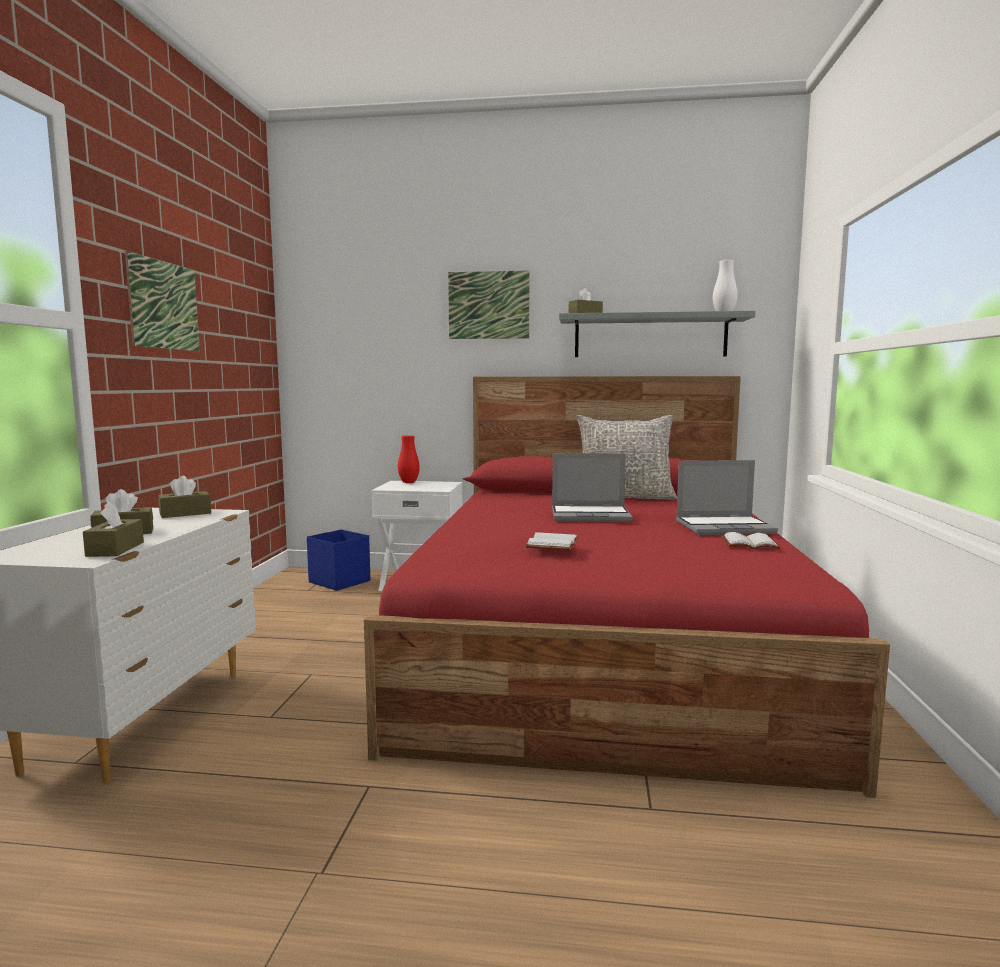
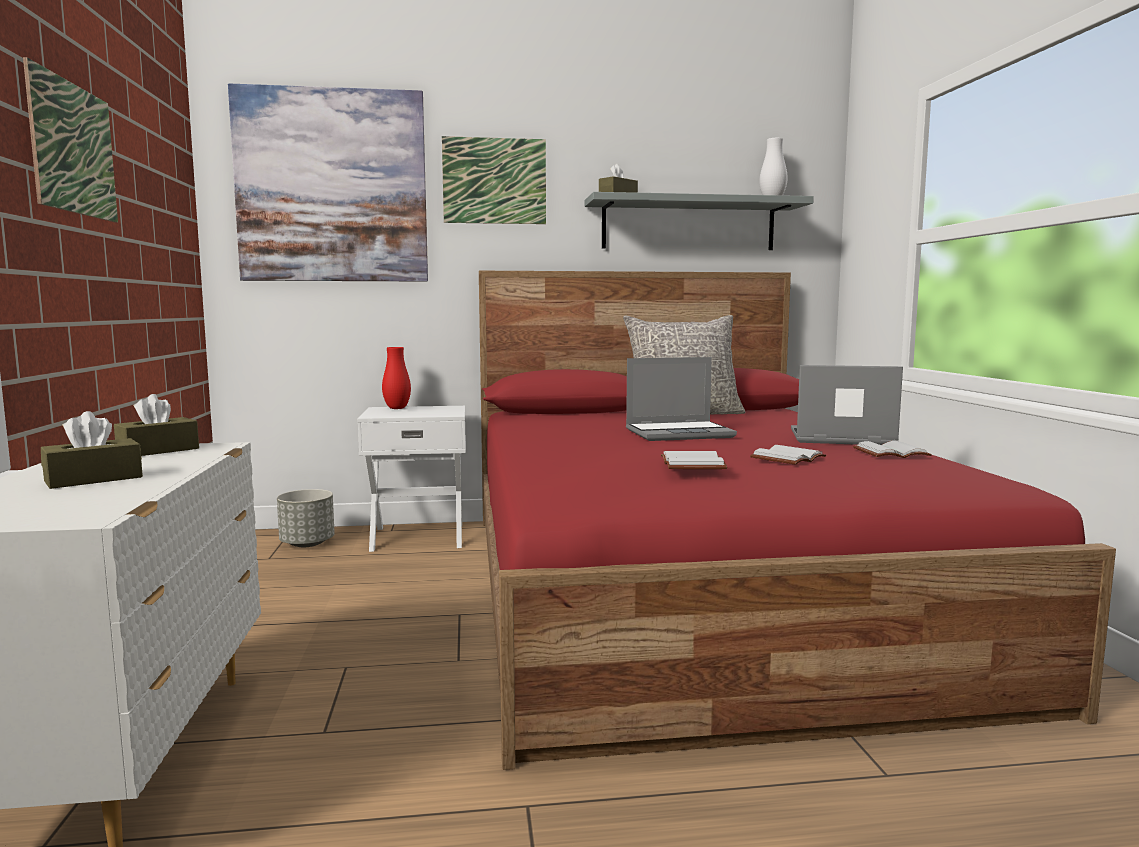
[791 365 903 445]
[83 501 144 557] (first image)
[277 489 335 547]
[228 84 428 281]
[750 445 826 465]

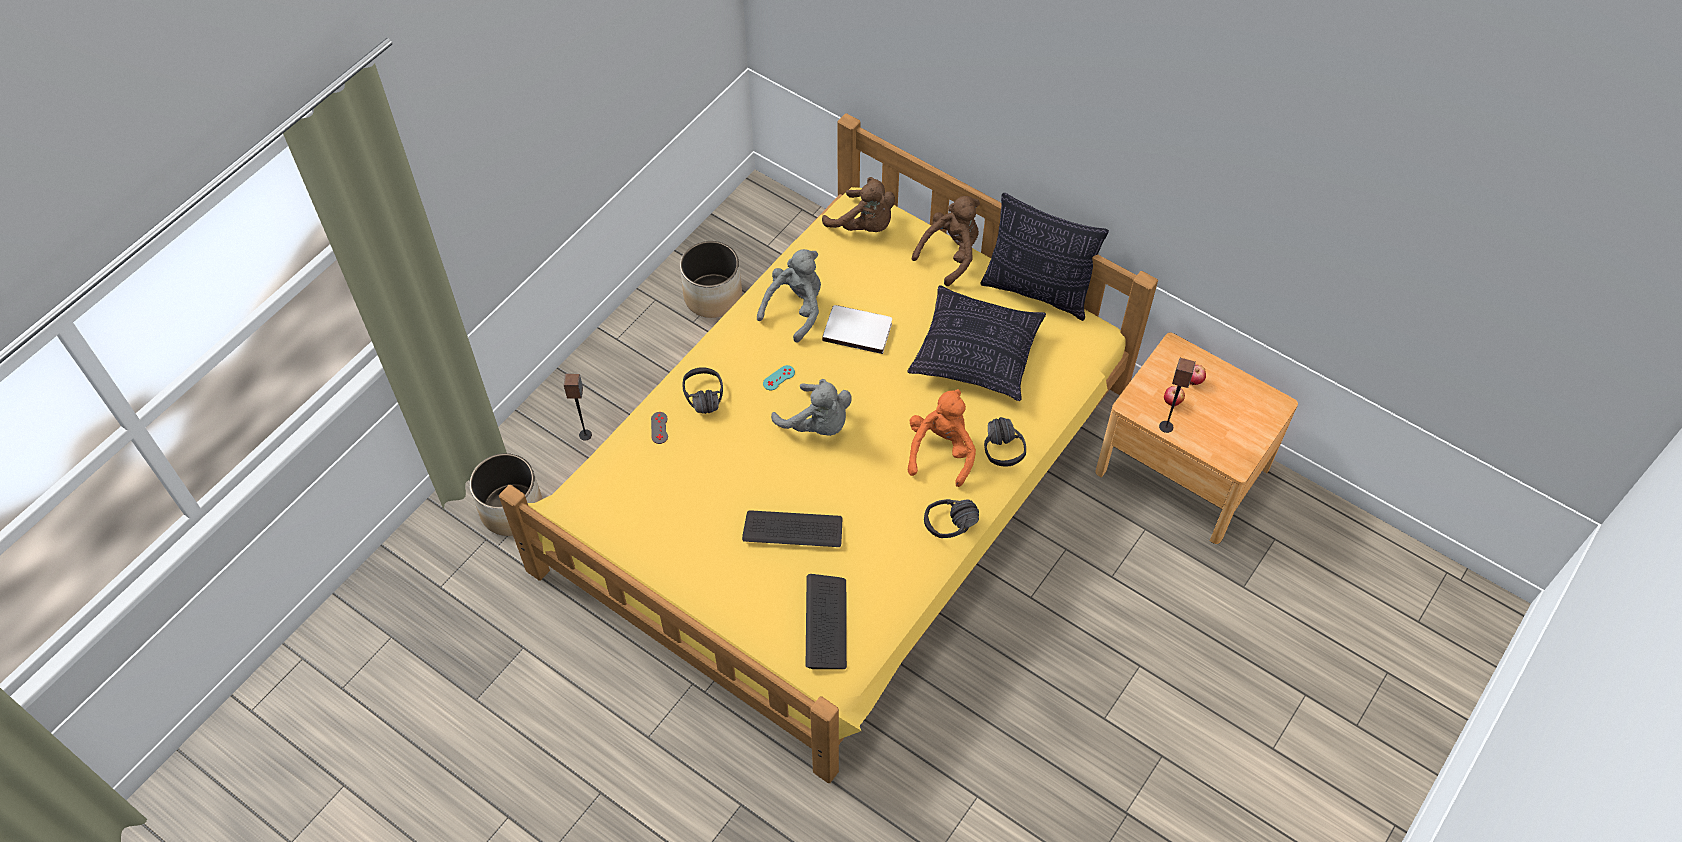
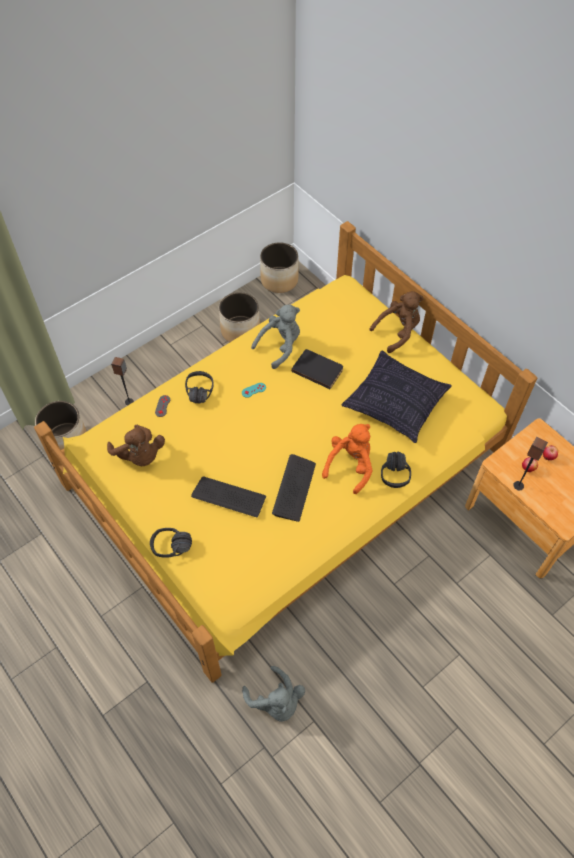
[107 425 165 466]
[980 193 1109 321] (first image)
[291 349 343 389]
[242 666 305 721]
[150 528 192 558]
[272 454 316 522]
[260 242 298 293]

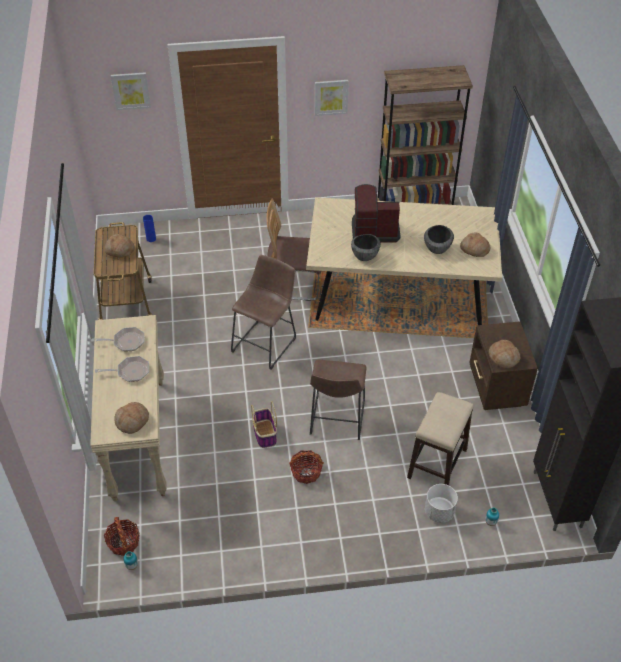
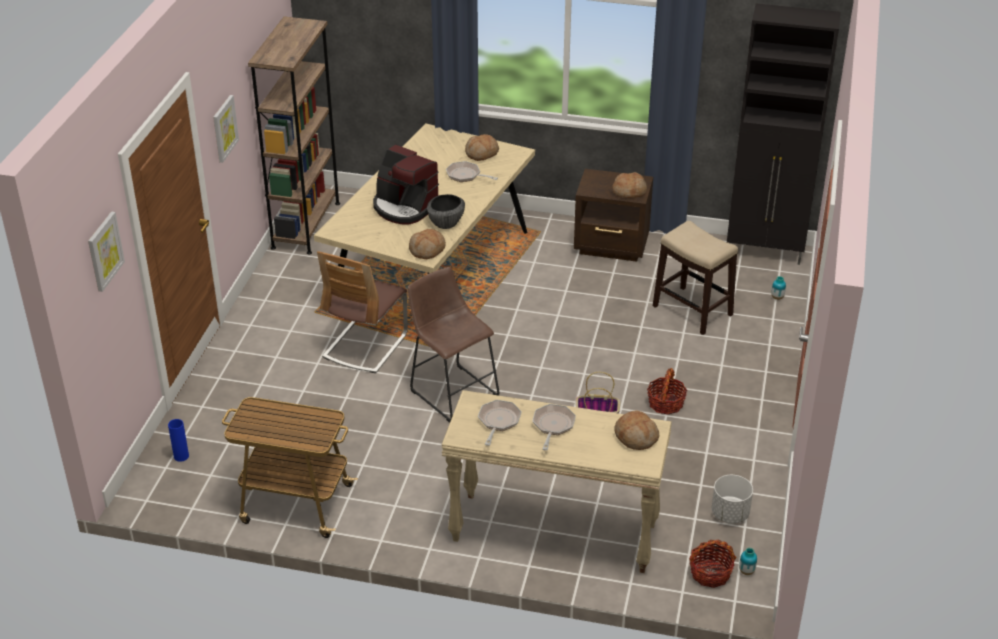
[373 145 439 224]
[446 161 498 182]
[409 229 446 259]
[310 360 367 440] (first image)
[712 475 753 524]

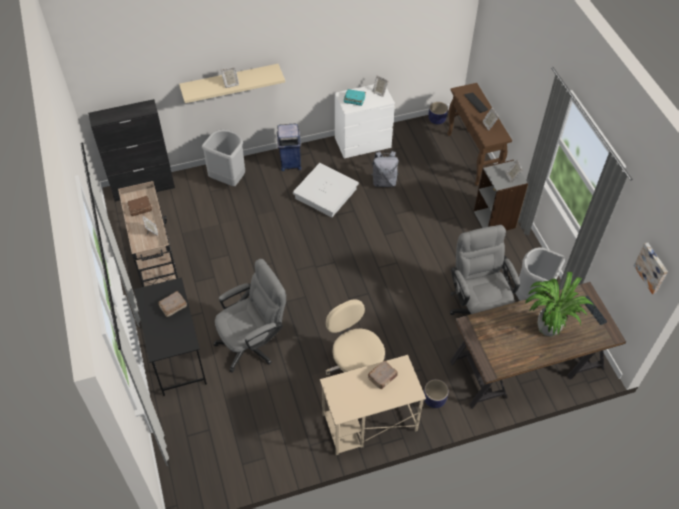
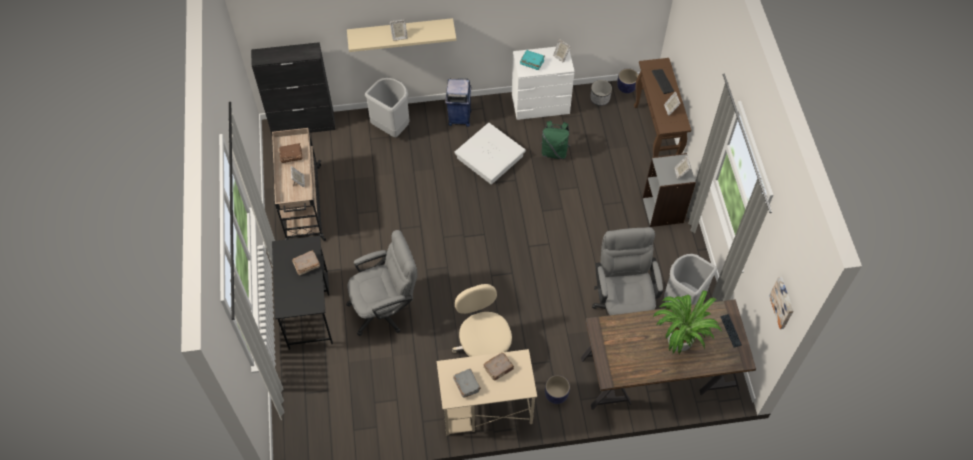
[540 121 570 159]
[590 80 612 106]
[453 369 481 398]

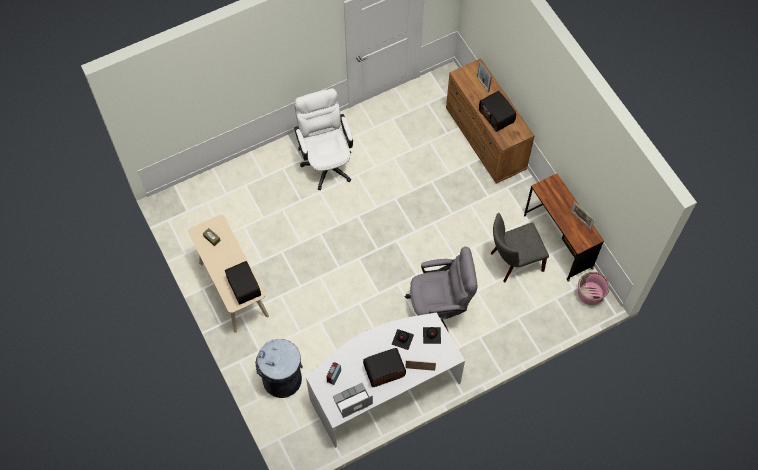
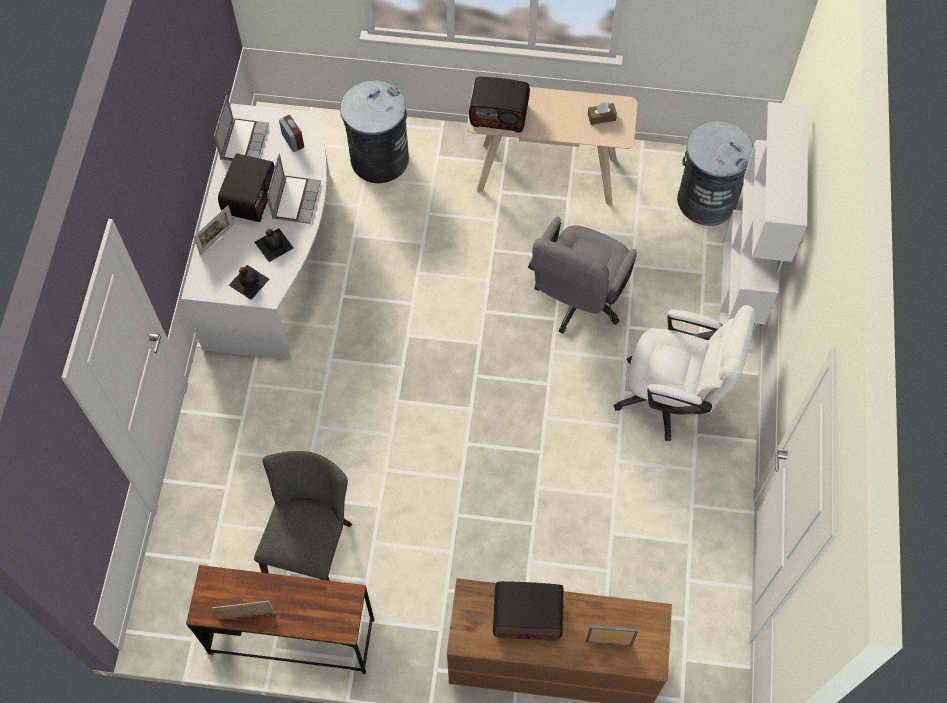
[528 217 637 334]
[578 272 610 305] (first image)
[720 102 808 351]
[677 121 753 226]
[267 153 321 224]

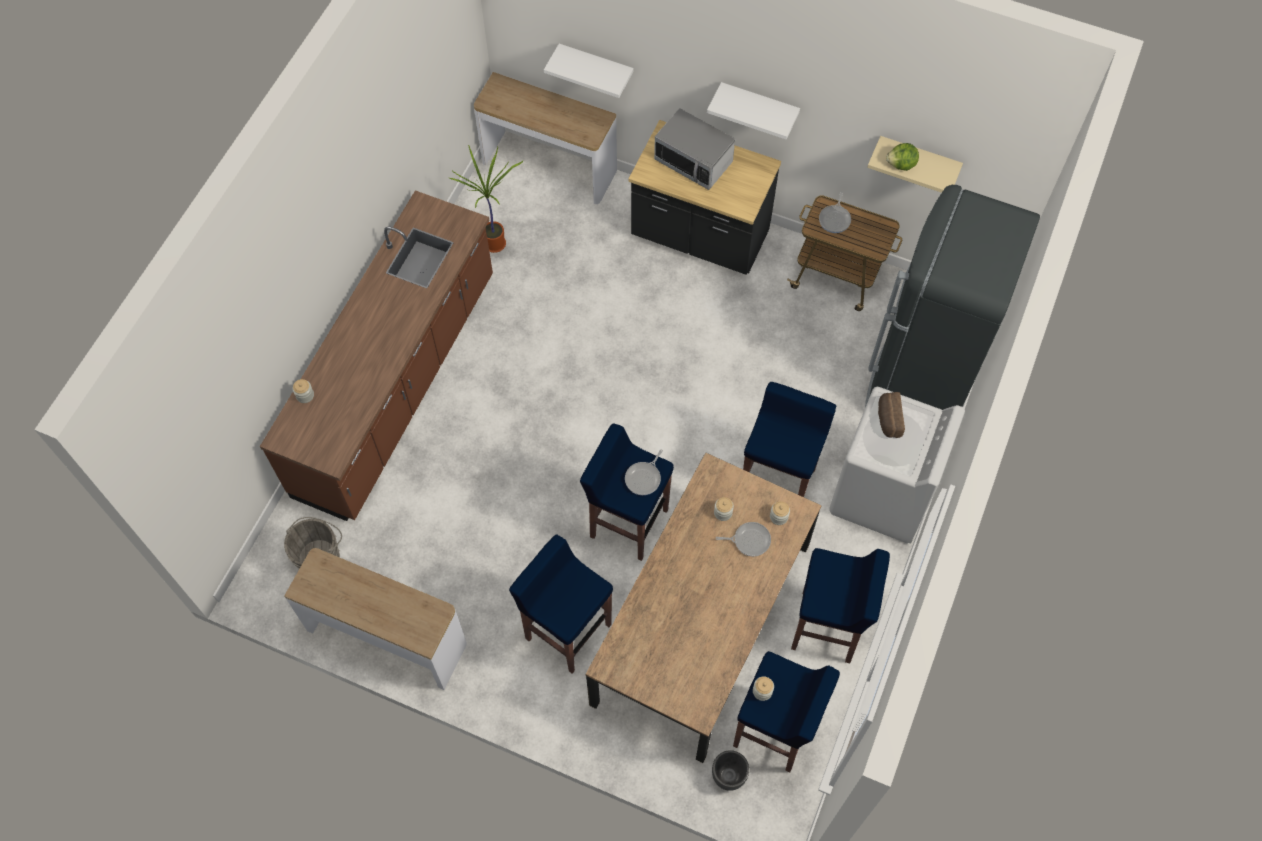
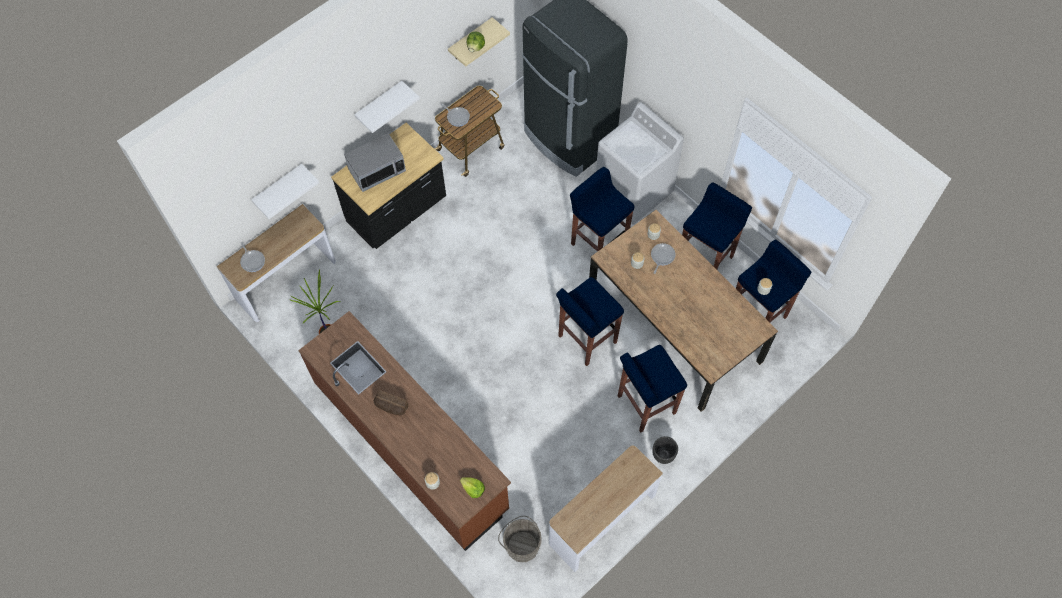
[374 390 408 415]
[240 242 265 272]
[653 436 678 464]
[460 477 485 498]

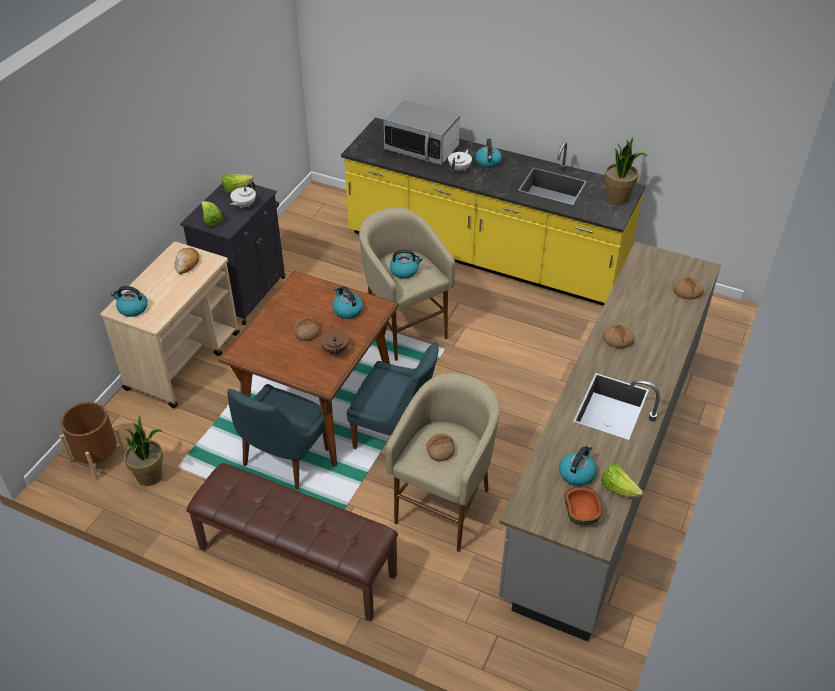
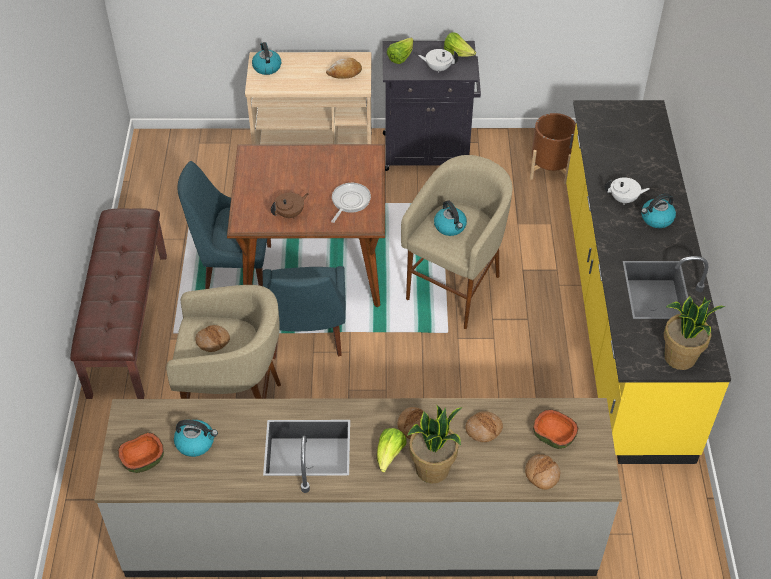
[384 100 460 165] (first image)
[331 183 371 223]
[465 411 503 442]
[530 113 576 184]
[408 405 462 483]
[377 428 407 473]
[533 409 578 449]

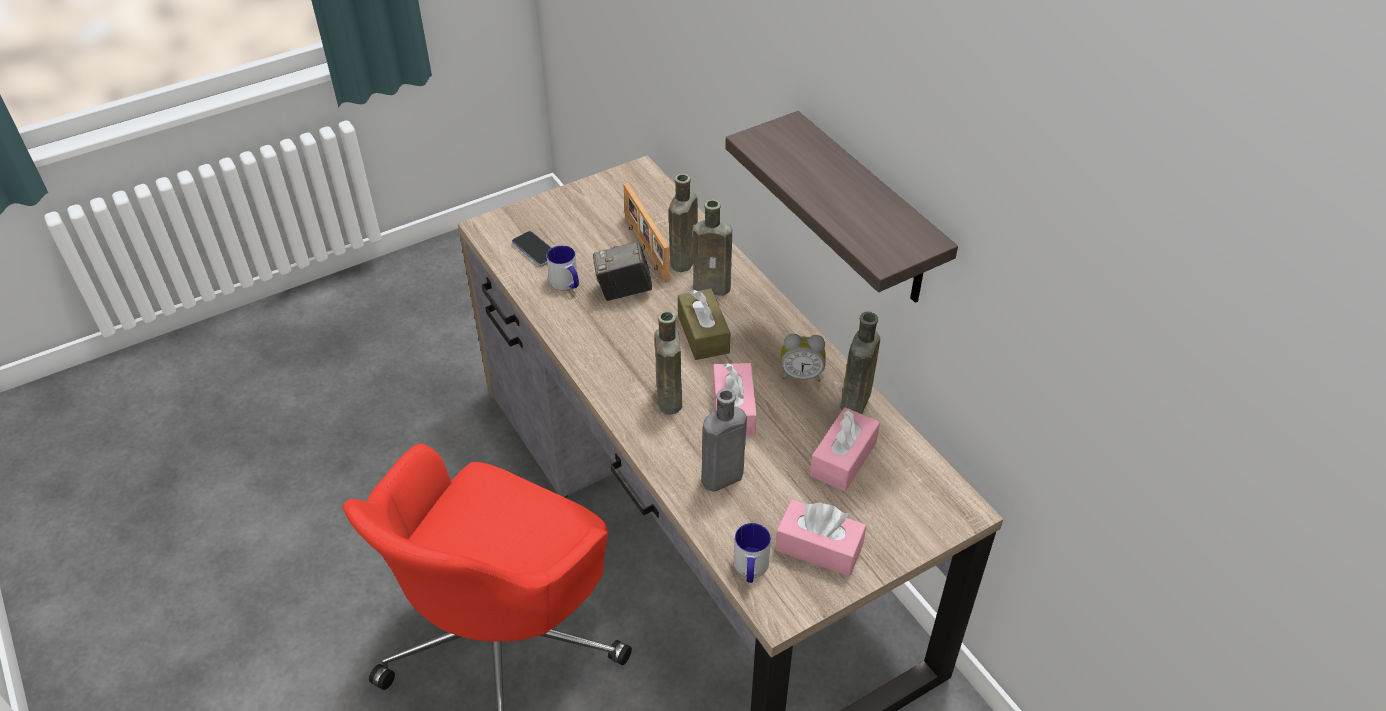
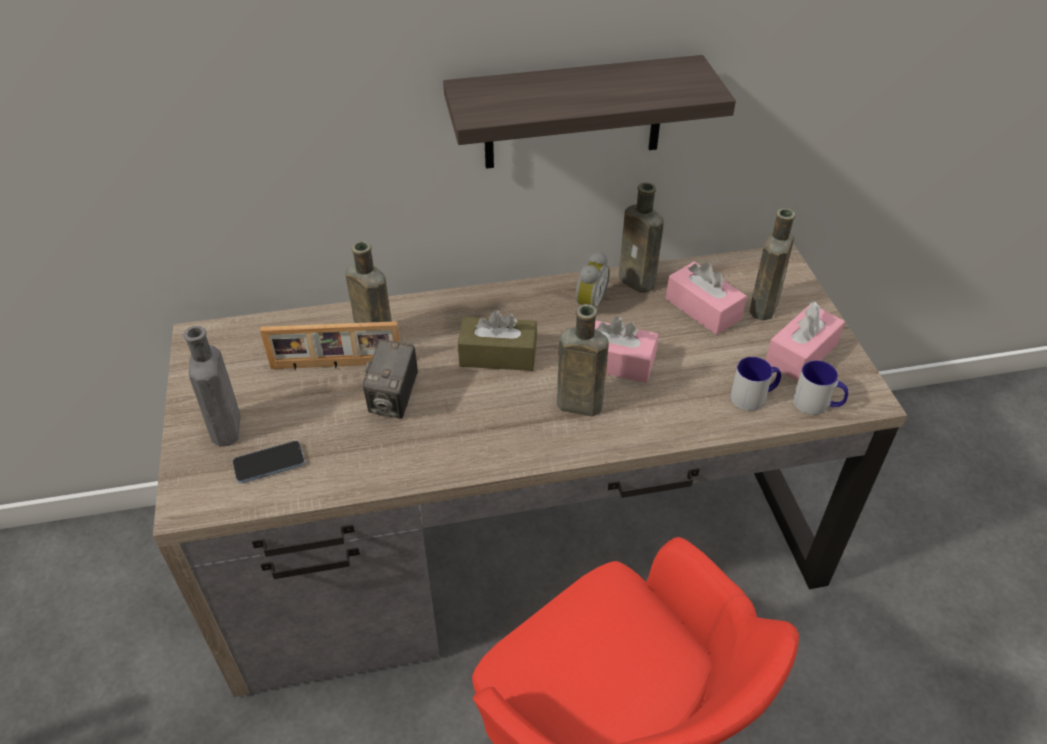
[750 208 796 320]
[730 357 781 411]
[184 326 240 446]

